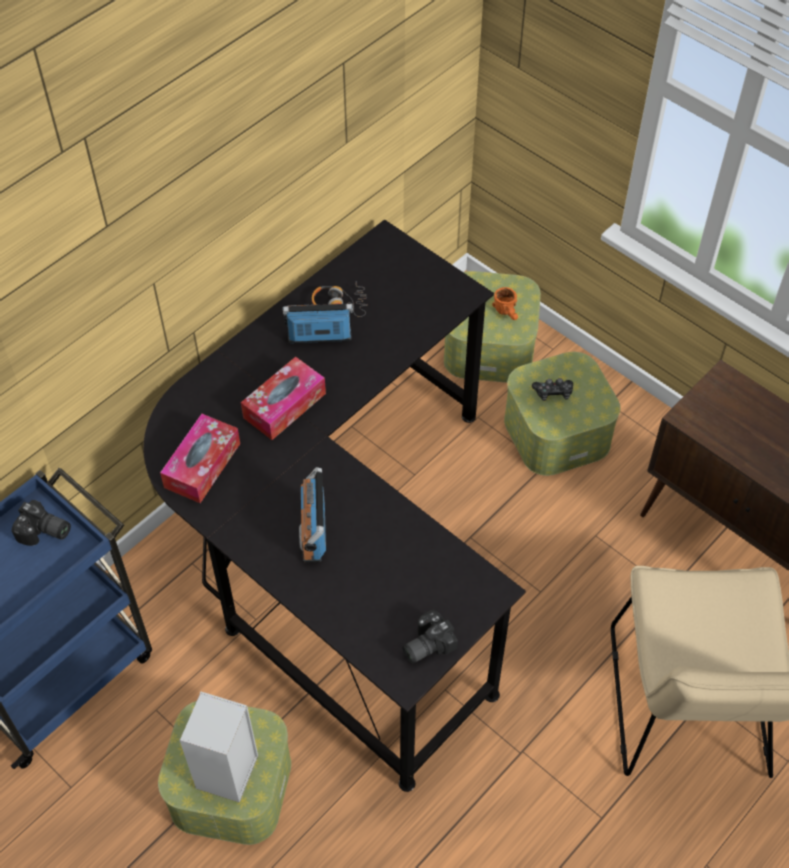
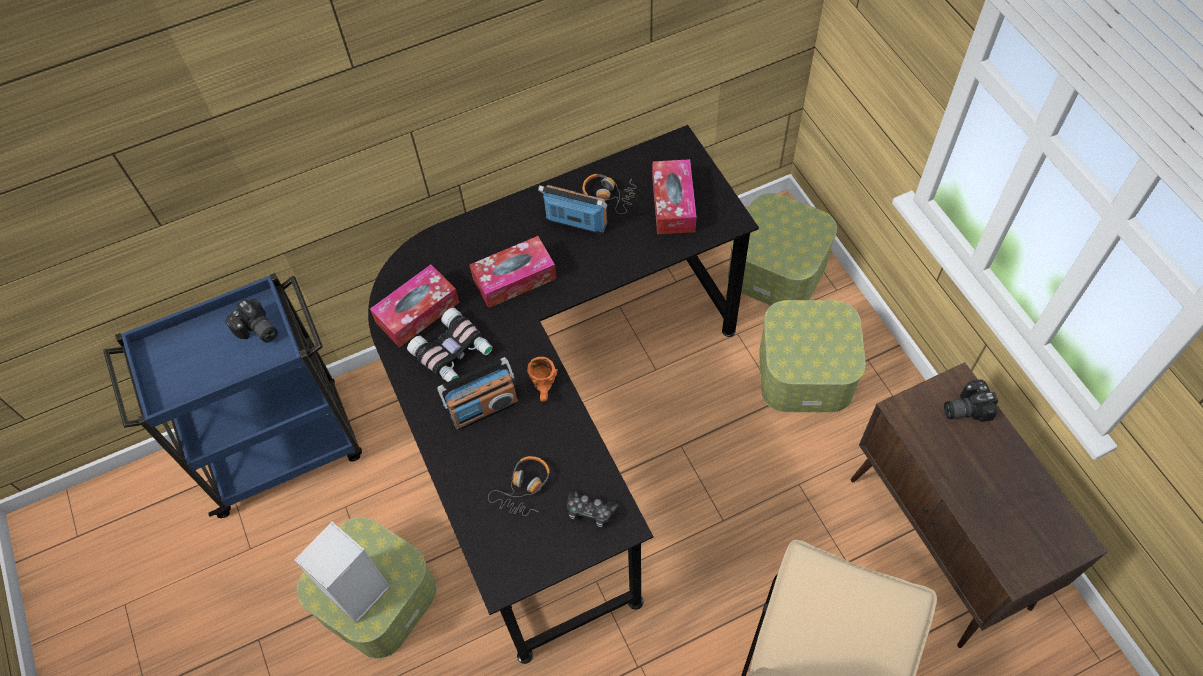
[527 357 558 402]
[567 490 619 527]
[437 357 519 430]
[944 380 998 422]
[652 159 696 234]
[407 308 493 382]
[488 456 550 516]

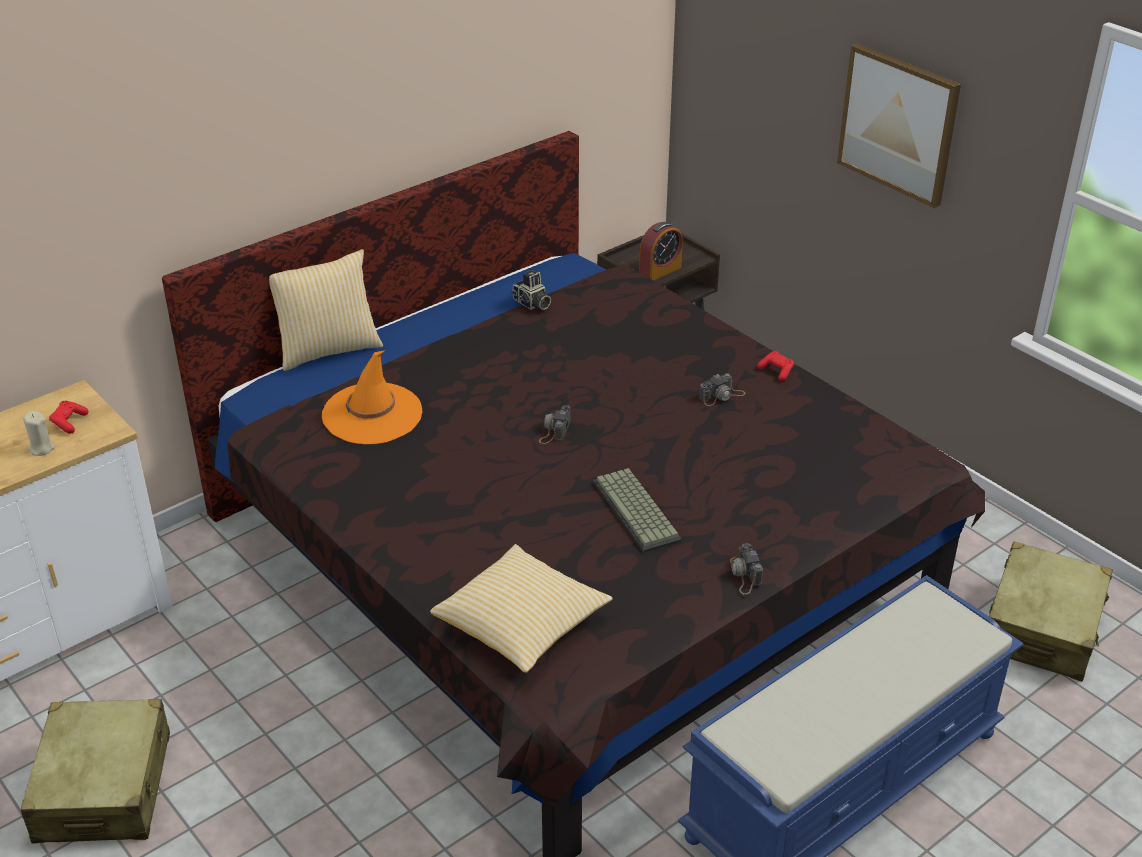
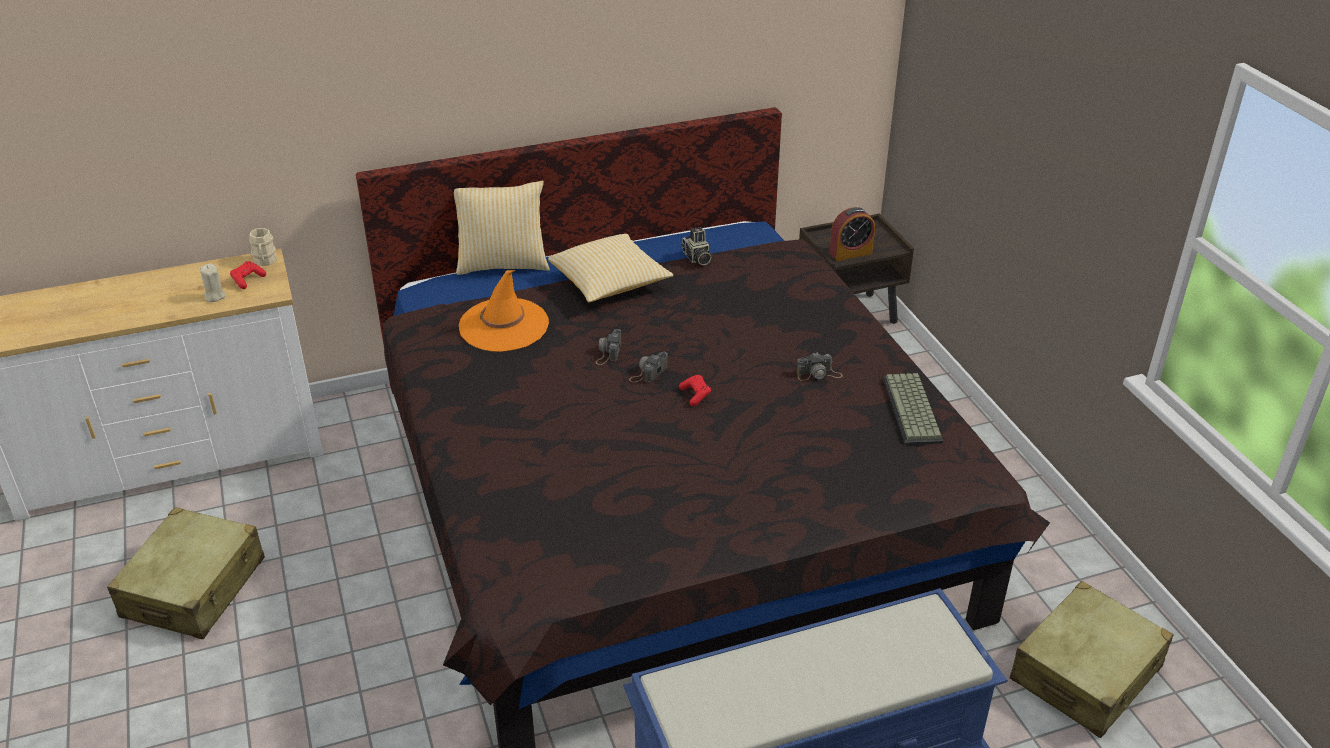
[837 43 961 208] (first image)
[679 375 711 406]
[883 373 943 445]
[596 329 622 365]
[548 234 674 302]
[249 228 277 266]

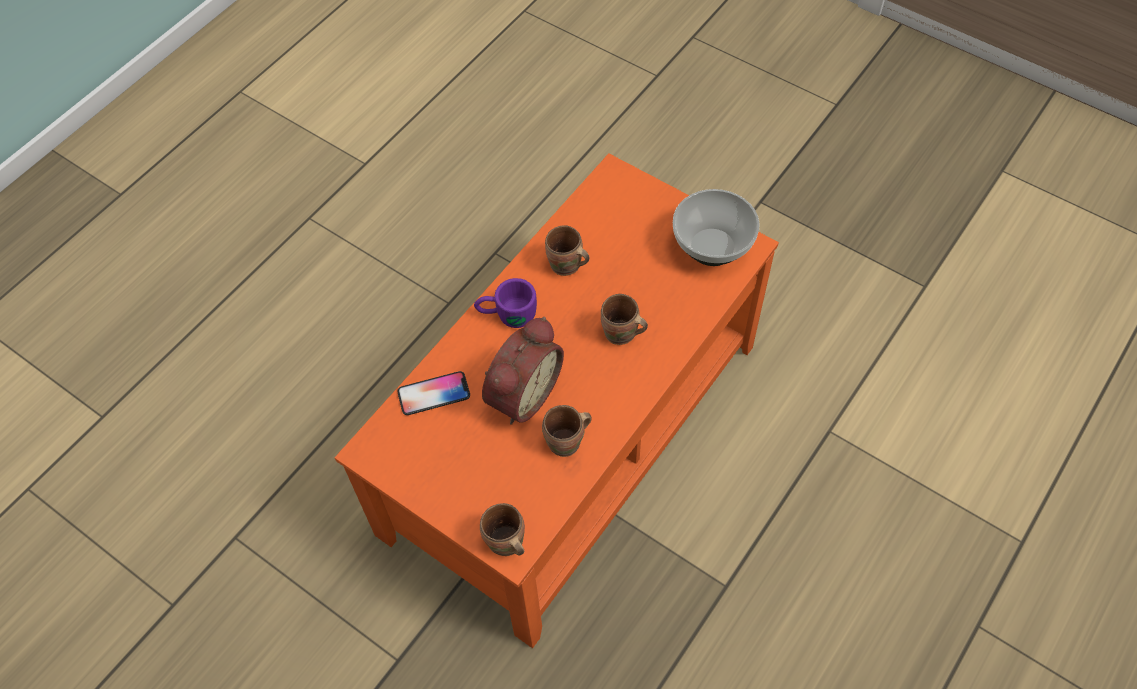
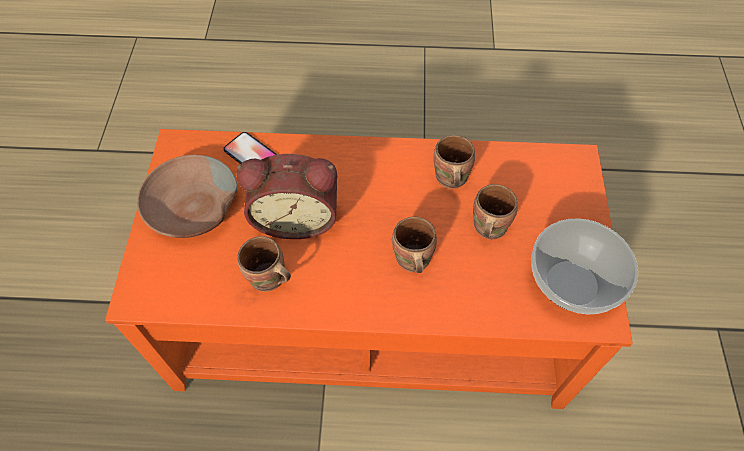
[474 278 537 328] (first image)
[473 184 518 239]
[137 155 237 238]

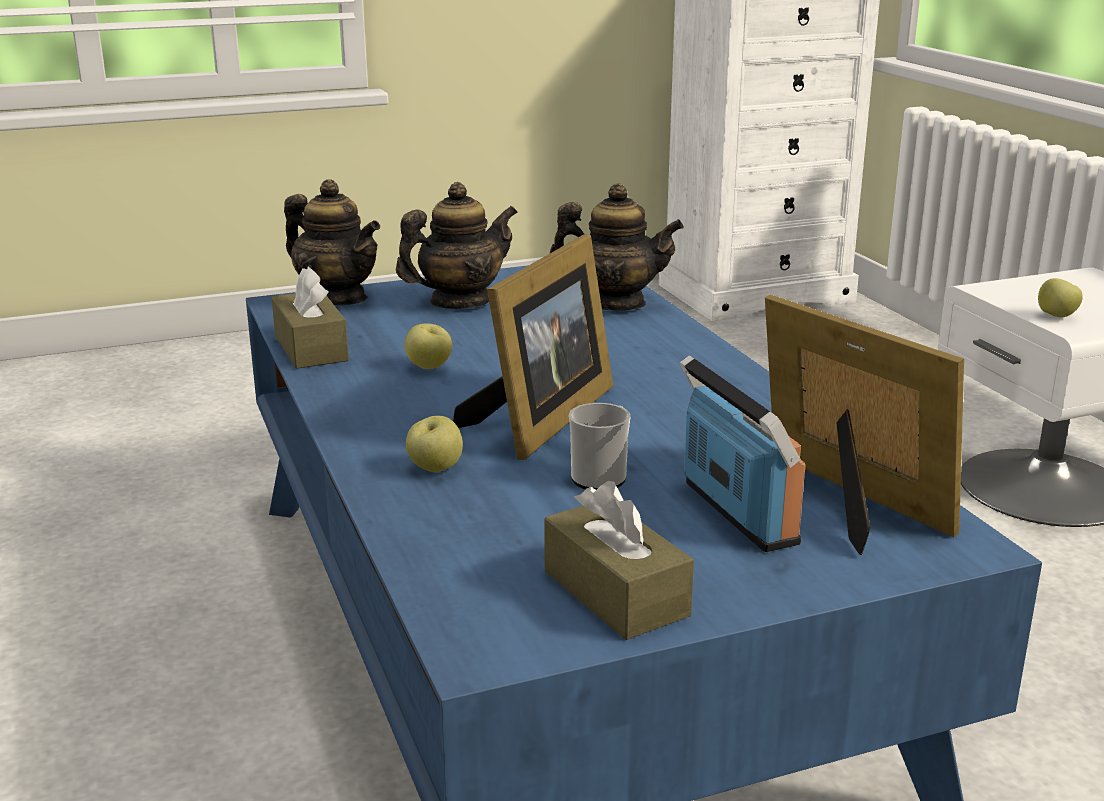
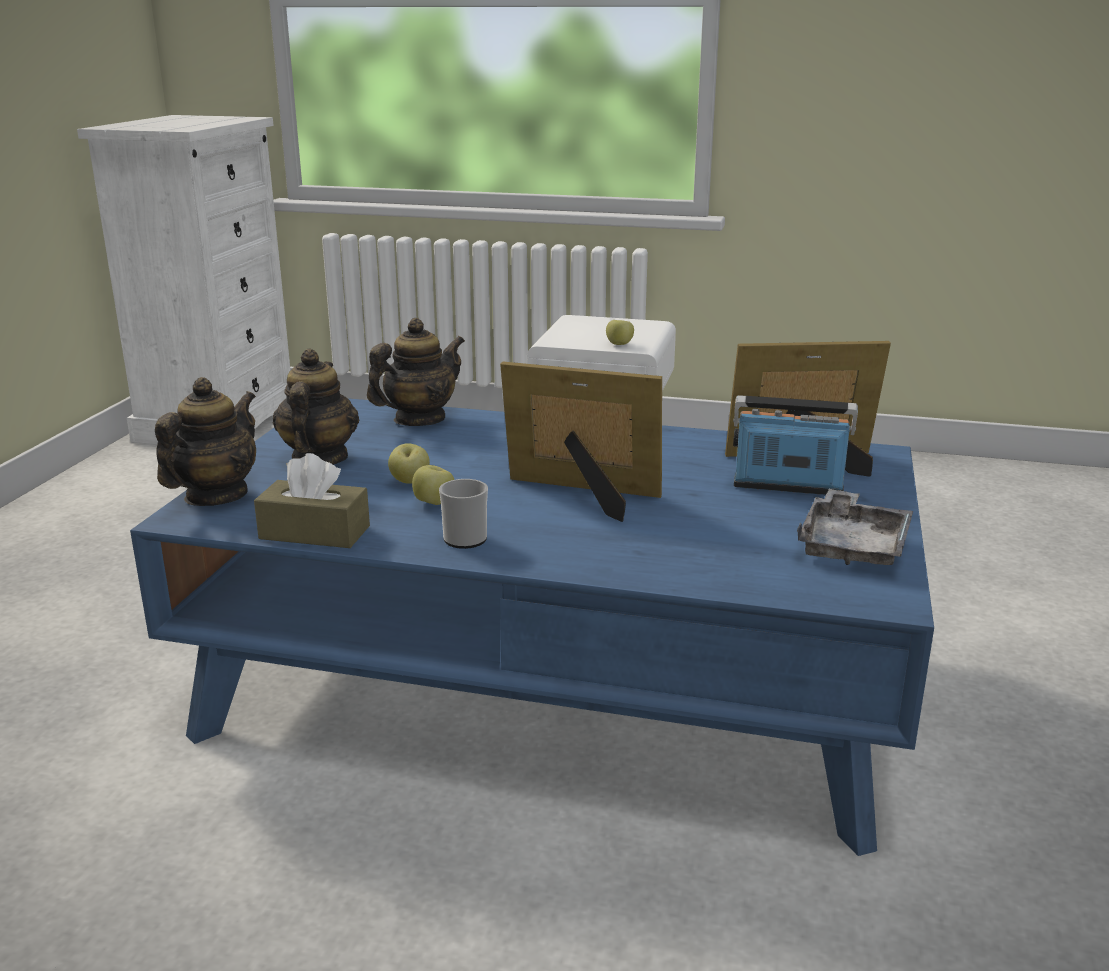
[155 377 256 506]
[500 362 662 522]
[439 479 488 549]
[388 443 430 484]
[797 489 913 565]

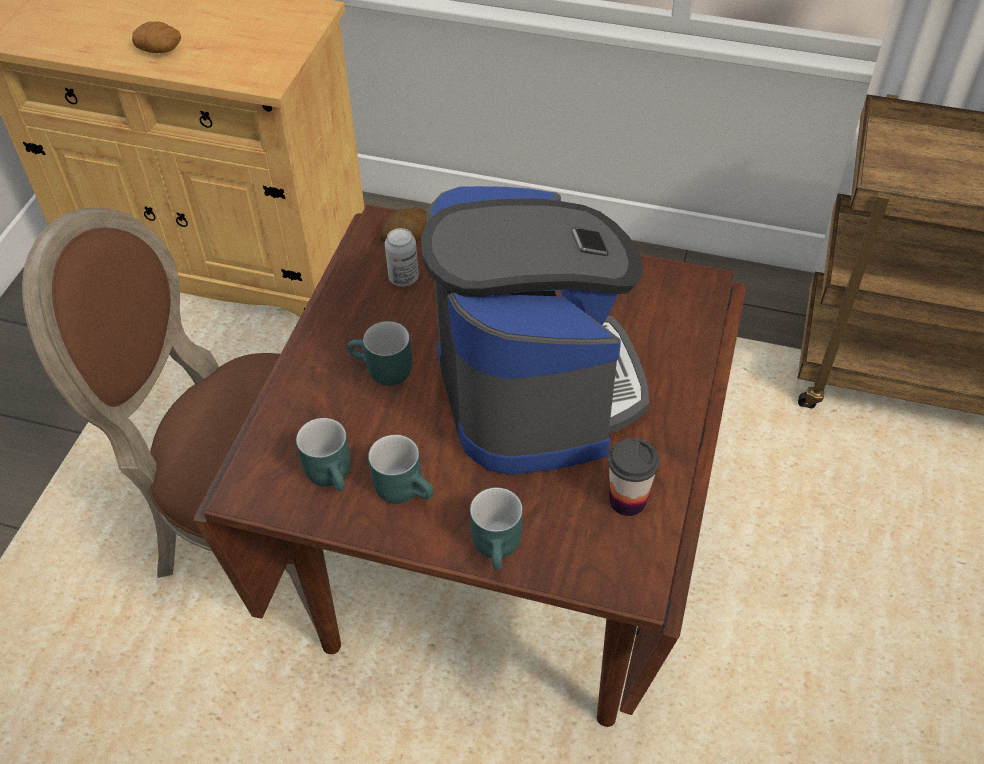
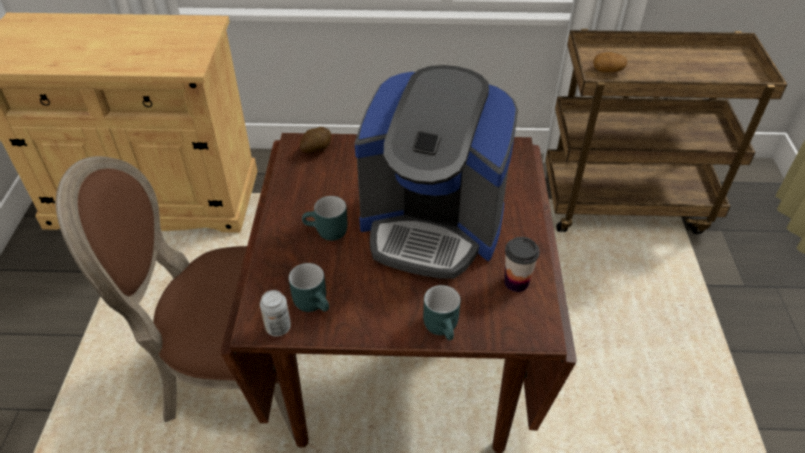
[593 52 627 73]
[355 65 518 279]
[260 290 291 337]
[368 435 433 504] (first image)

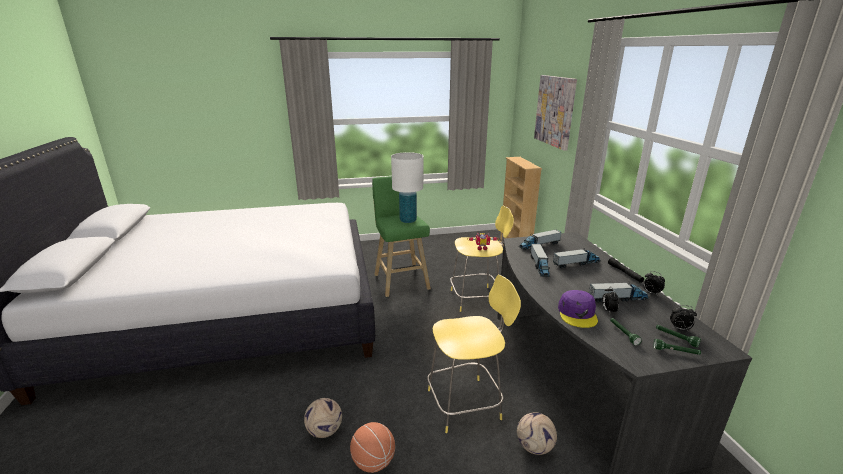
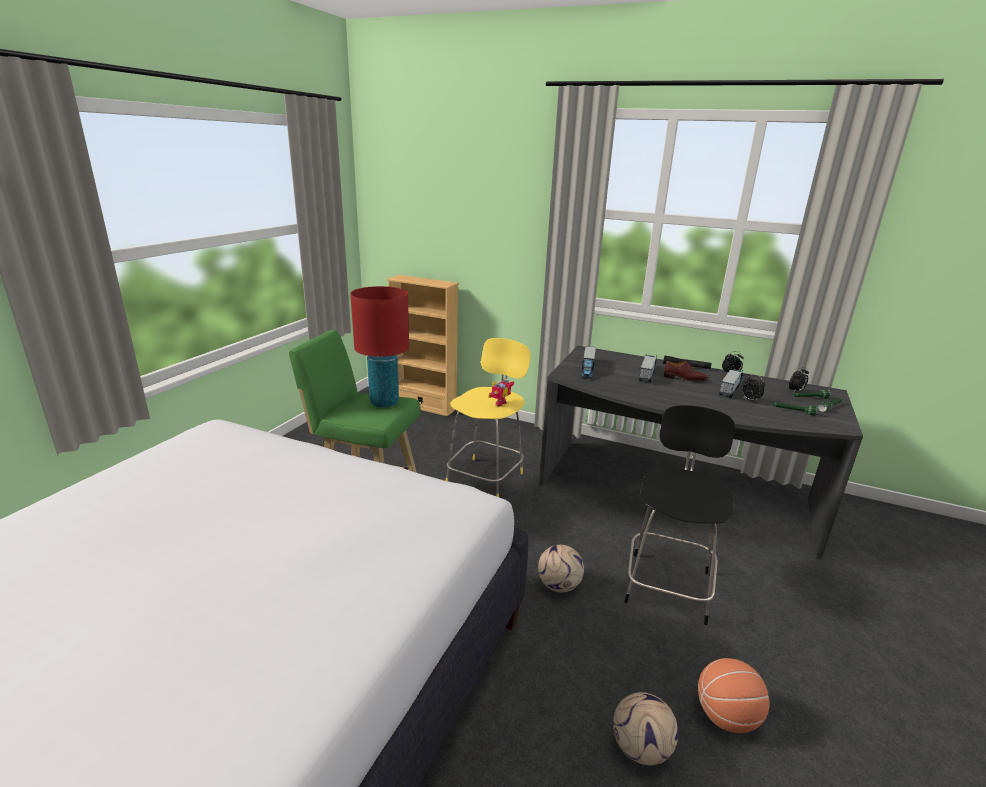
[534 75 577 151] (first image)
[350 286 409 408]
[531 244 550 277] (first image)
[624 405 735 625]
[558 290 598 328] (first image)
[538 545 584 592]
[664 361 708 382]

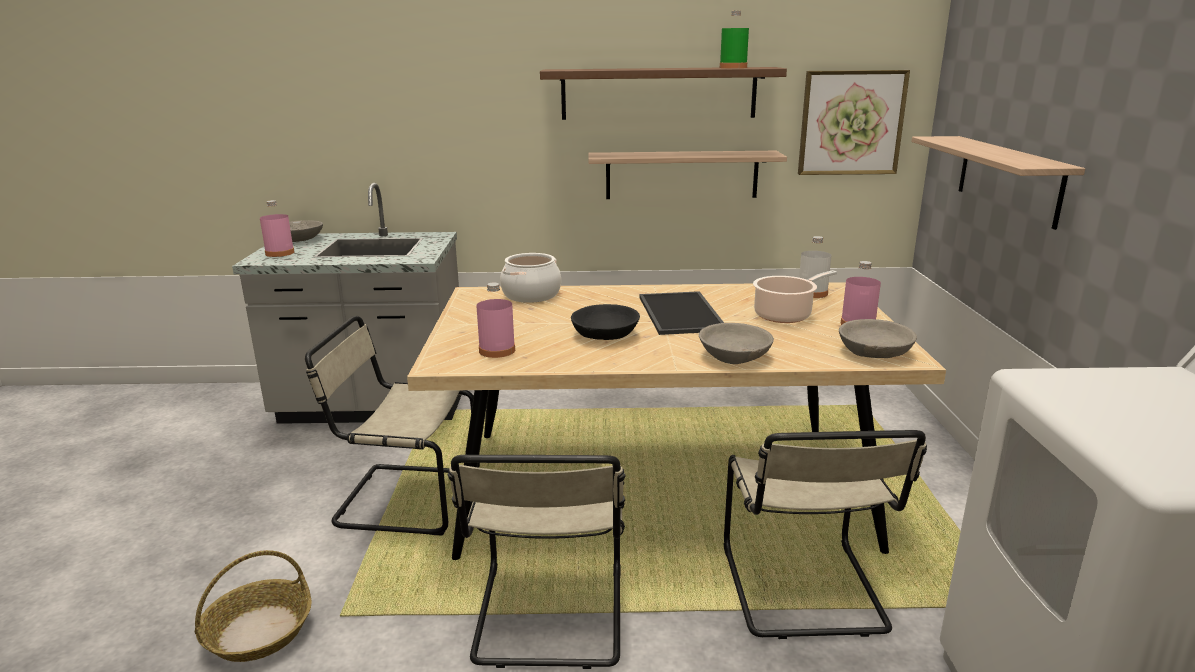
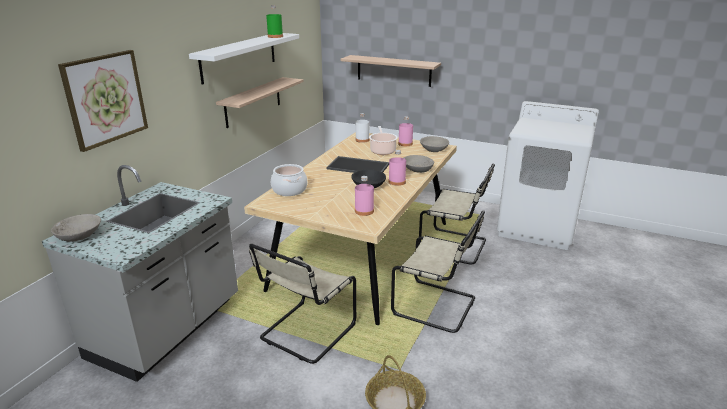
[189 33 299 85]
[58 50 148 152]
[389 150 406 186]

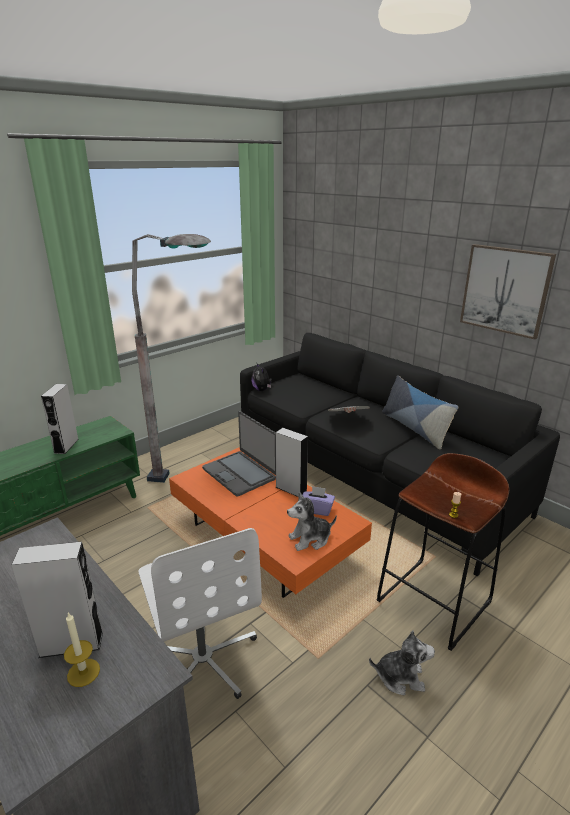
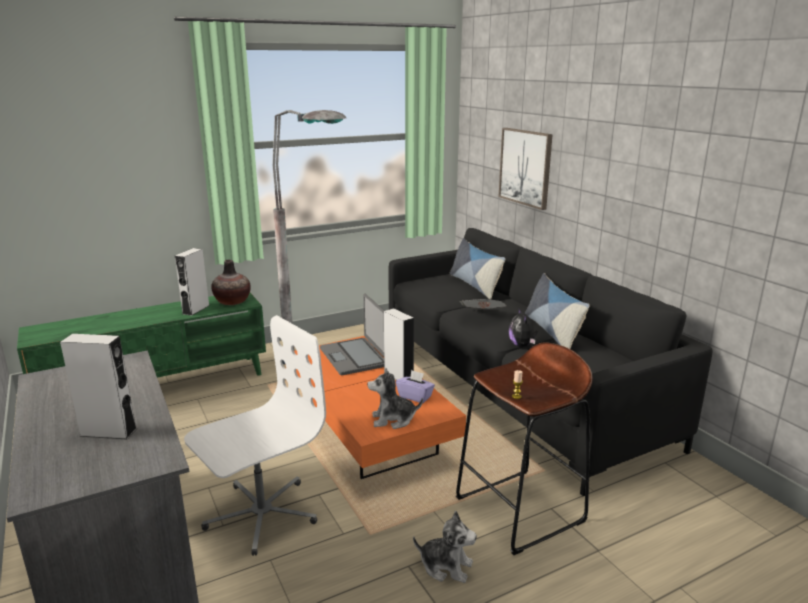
[499 128 553 210]
[509 308 538 347]
[184 315 326 556]
[64 613 100 687] (first image)
[450 238 505 299]
[211 260 251 305]

